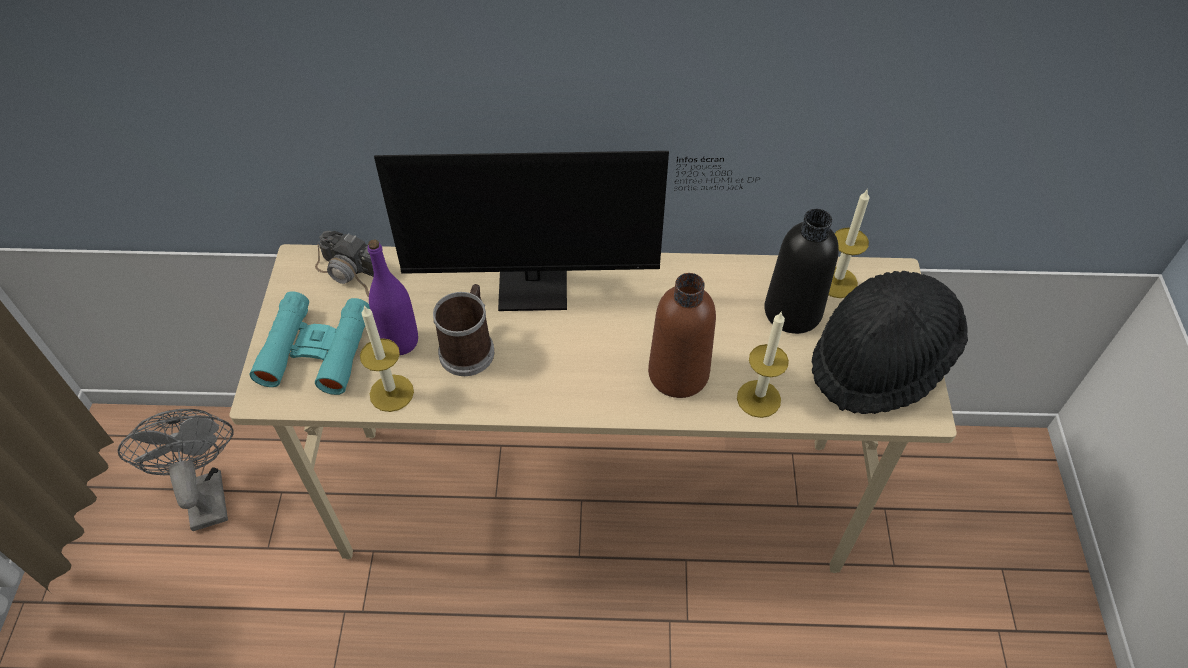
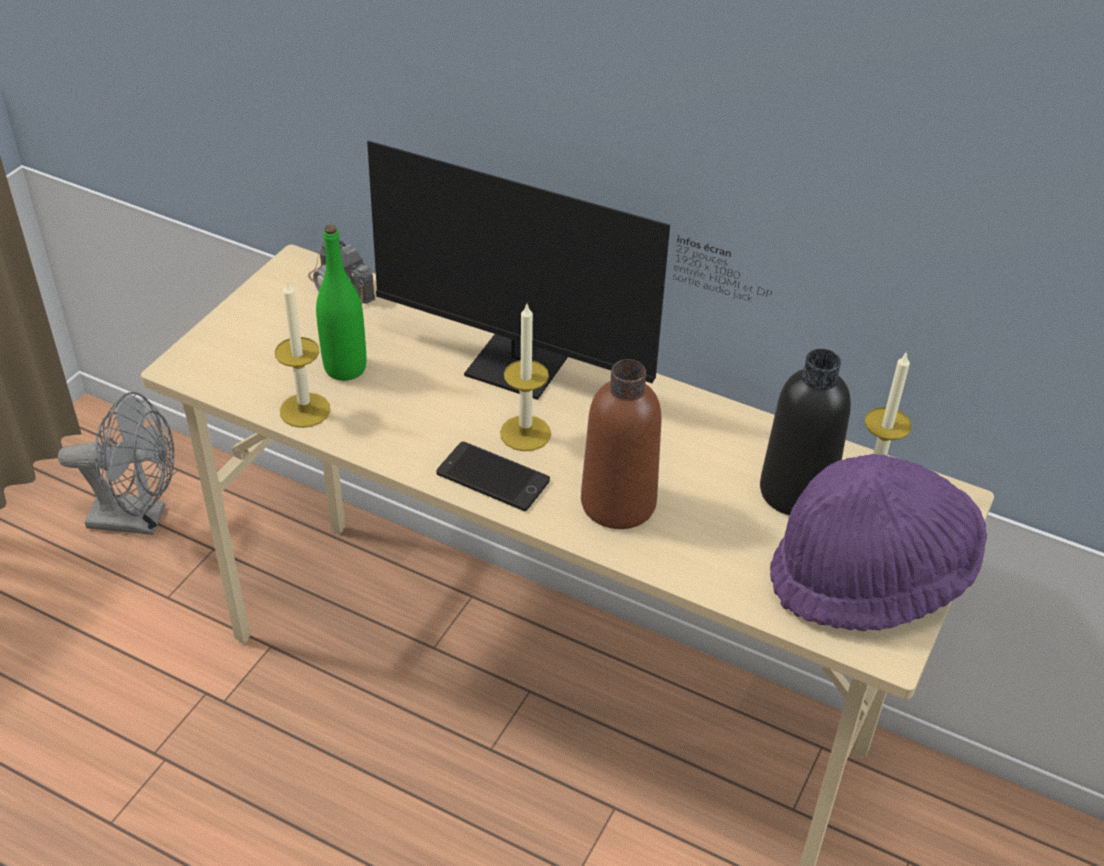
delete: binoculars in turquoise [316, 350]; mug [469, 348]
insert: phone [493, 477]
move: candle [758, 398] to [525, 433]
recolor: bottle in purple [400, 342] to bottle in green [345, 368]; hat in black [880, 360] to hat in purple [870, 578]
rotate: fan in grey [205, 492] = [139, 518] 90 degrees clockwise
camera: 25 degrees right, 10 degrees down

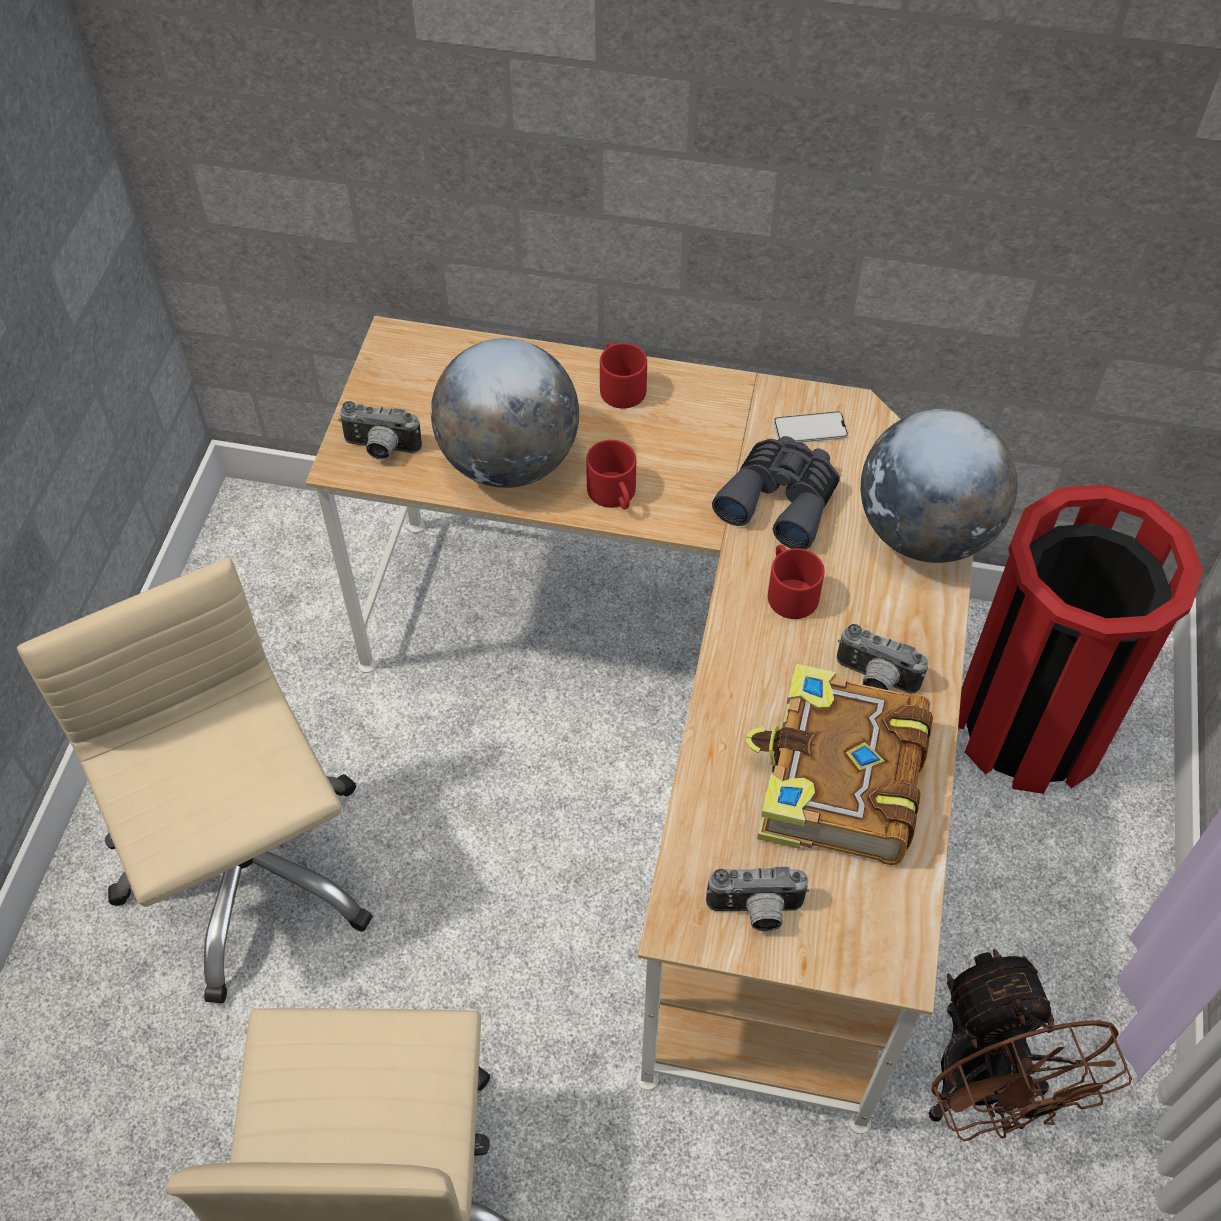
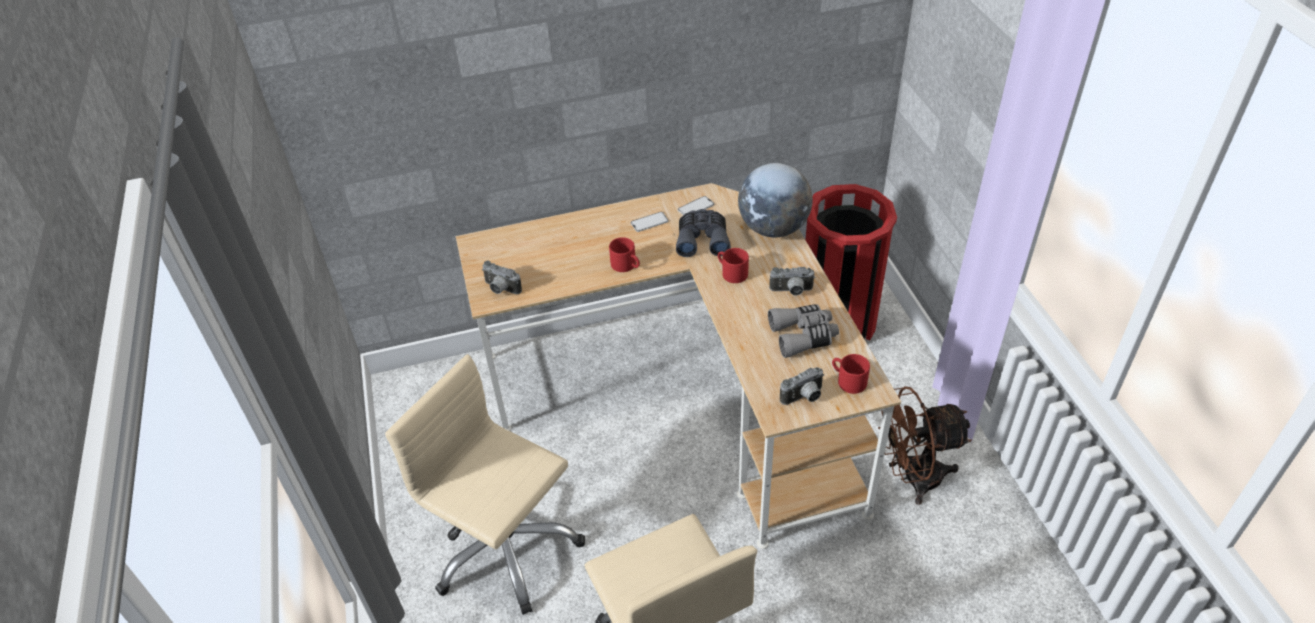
delete: globe [508, 461]
insert: phone [649, 222]
move: mug in red [619, 386] to [847, 380]
replace: book [837, 783] to binoculars in grey [803, 335]
rotate: photo camera [380, 449] = [500, 289] 45 degrees clockwise; fan in brown [984, 1094] = [912, 478] 120 degrees clockwise
camera: 25 degrees left, 10 degrees down

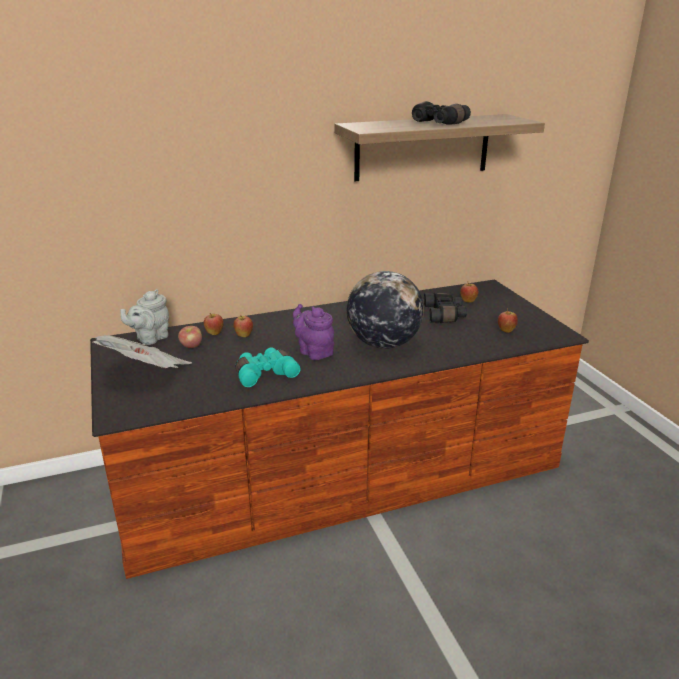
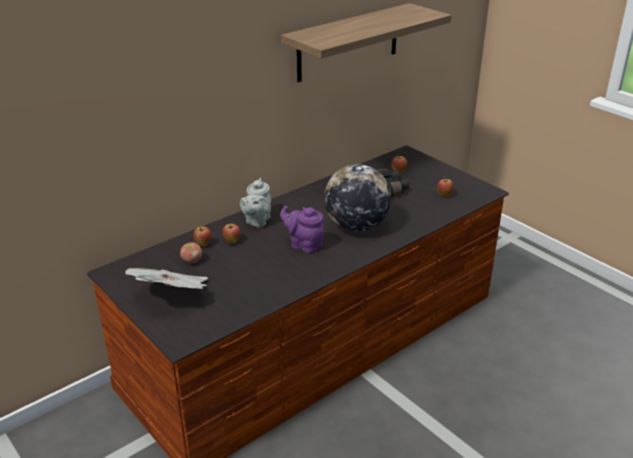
delete: binoculars in turquoise [265, 373]; binoculars in black [436, 123]
move: teapot in grey [150, 338] to [257, 221]
camera: 20 degrees left, 5 degrees up

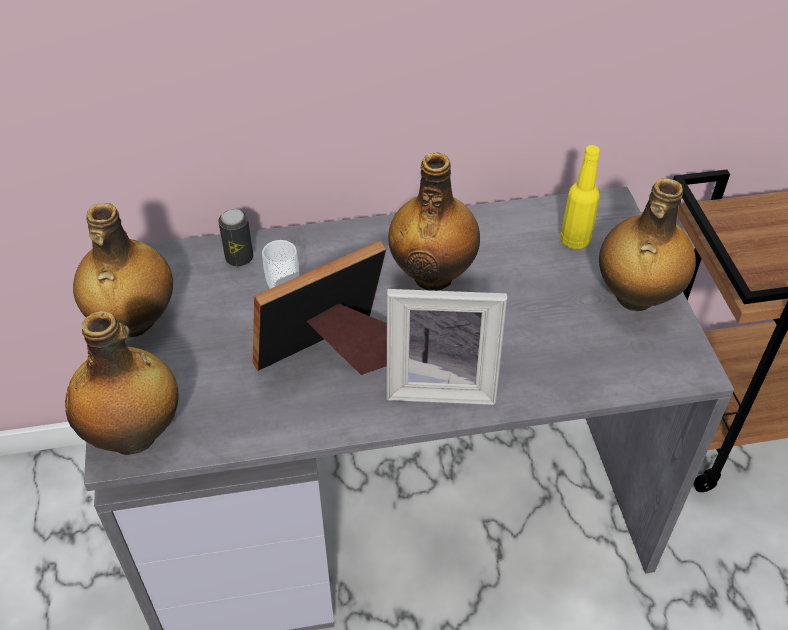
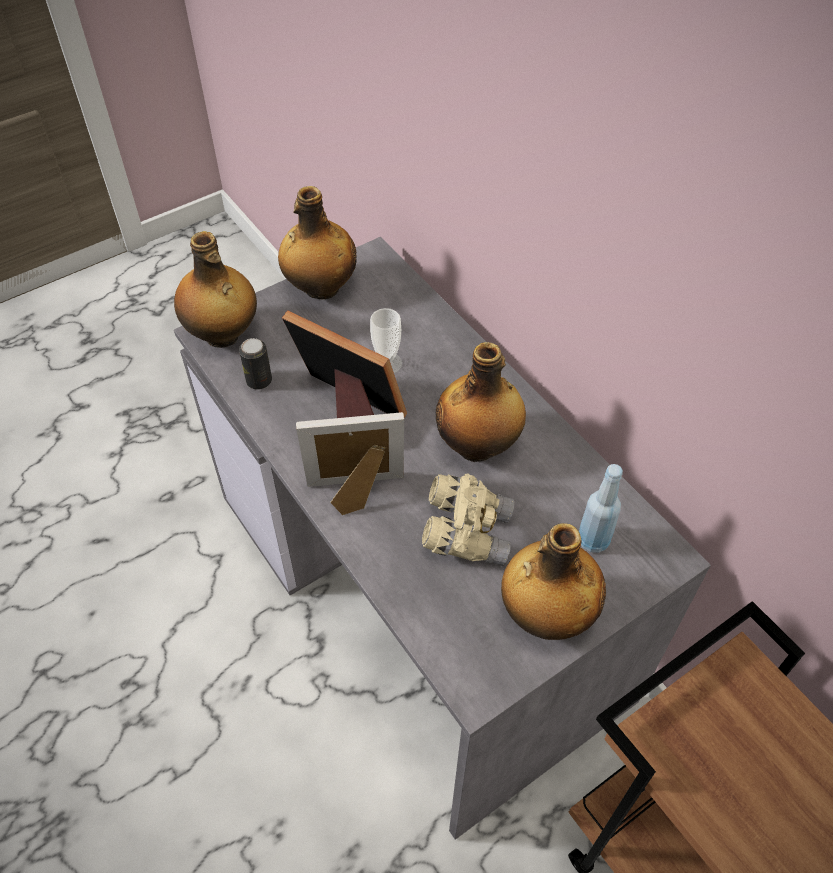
insert: binoculars in beige [467, 532]
move: can [239, 258] to [259, 381]
recolor: bottle in yellow [574, 241] to bottle in blue [593, 540]
rotate: picture frame [441, 383] = [356, 494] 105 degrees clockwise
camera: 65 degrees right, 5 degrees up

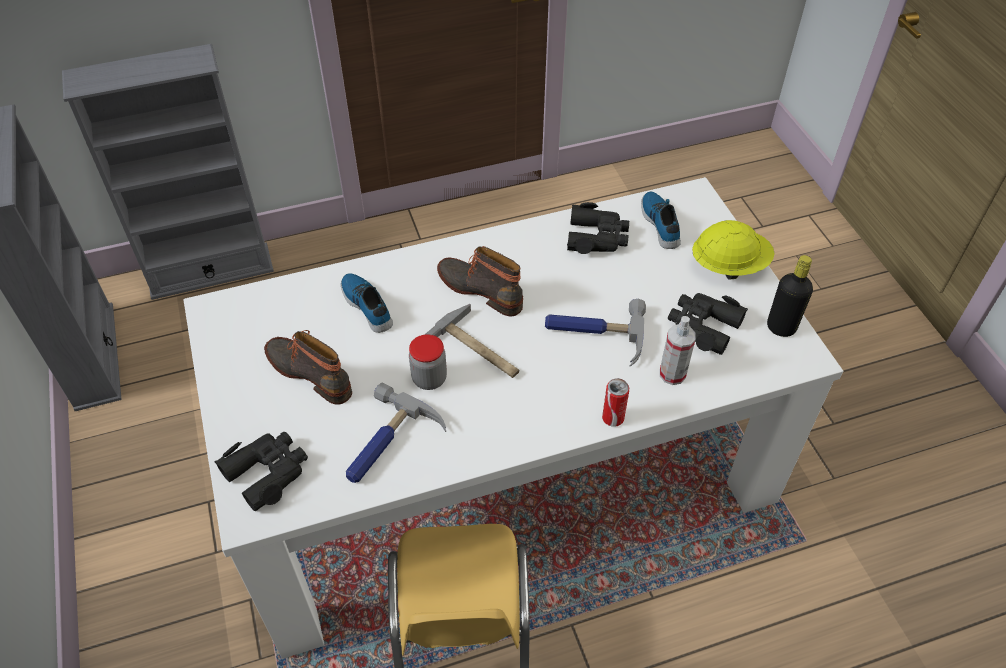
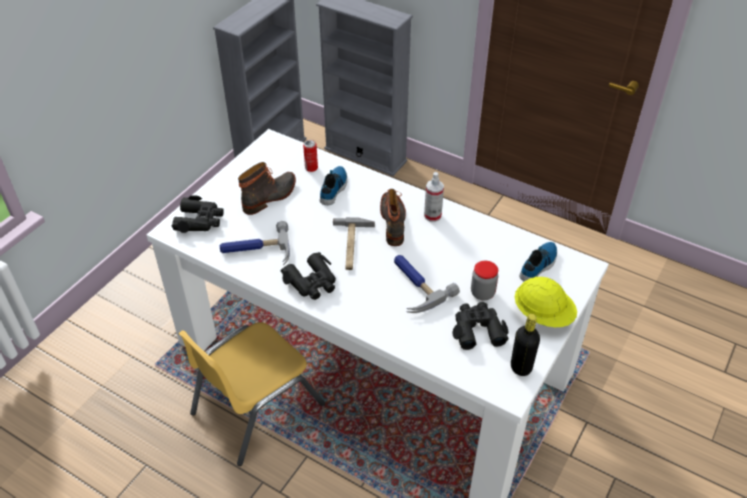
move: binoculars in black [597, 237] to [312, 282]; can [613, 418] to [311, 168]; spray bottle [672, 374] to [432, 216]; jar [429, 379] to [482, 293]
rotate: boot [311, 372] = [270, 197] 45 degrees clockwise
camera: 50 degrees right, 5 degrees down

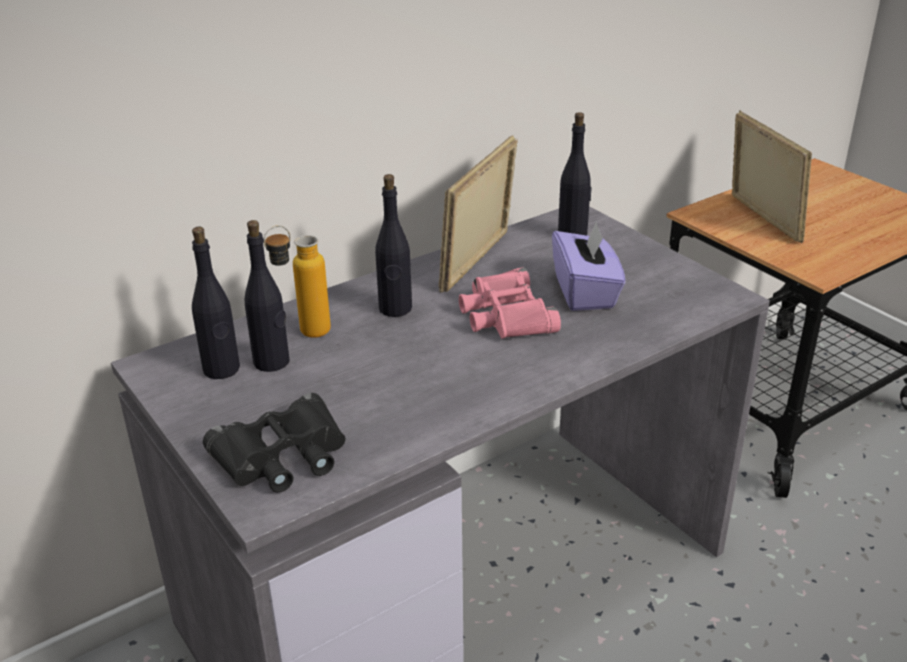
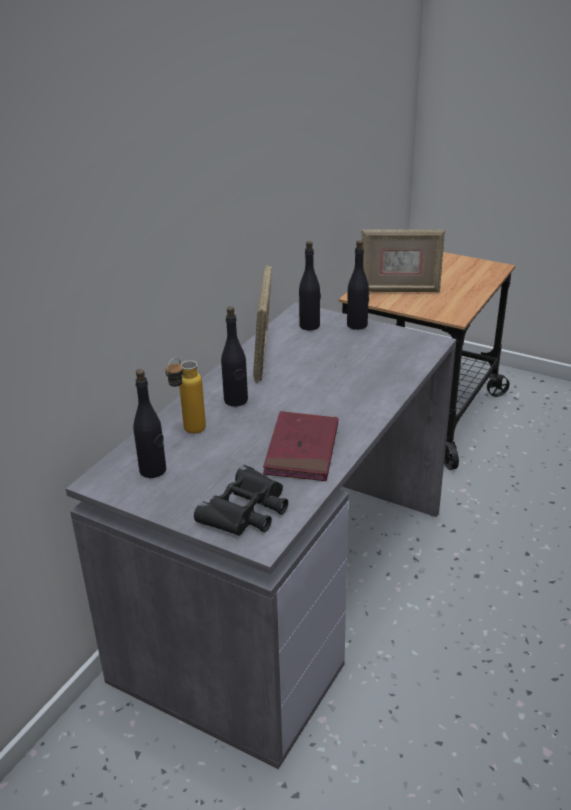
delete: binoculars in pink [505, 315]; tissue box in purple [585, 292]
insert: book in red [302, 450]
move: bottle in black [272, 362] to [357, 325]
rotate: picture frame [762, 219] = [399, 290] 135 degrees clockwise
camera: 25 degrees left, 0 degrees up

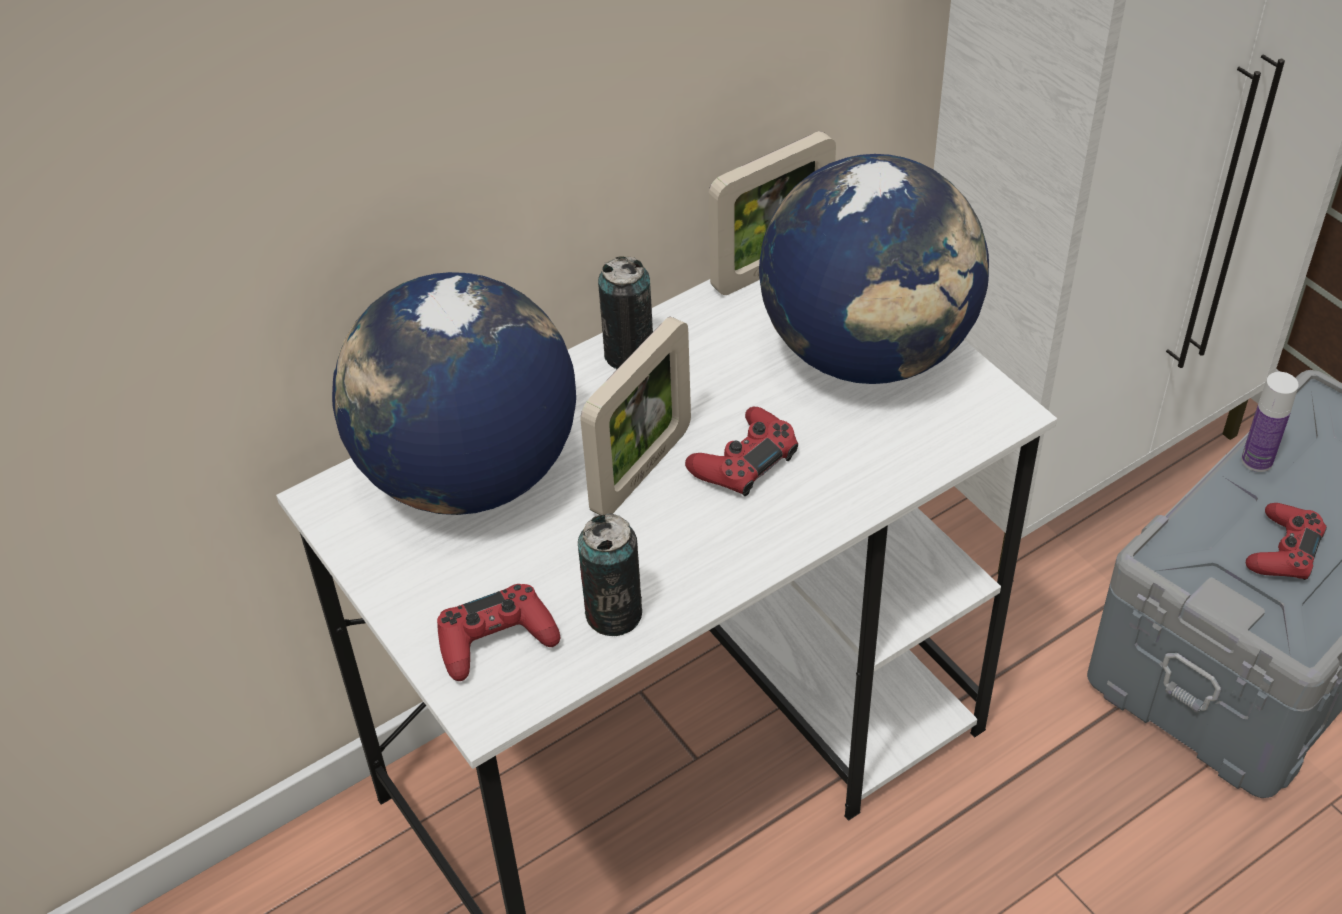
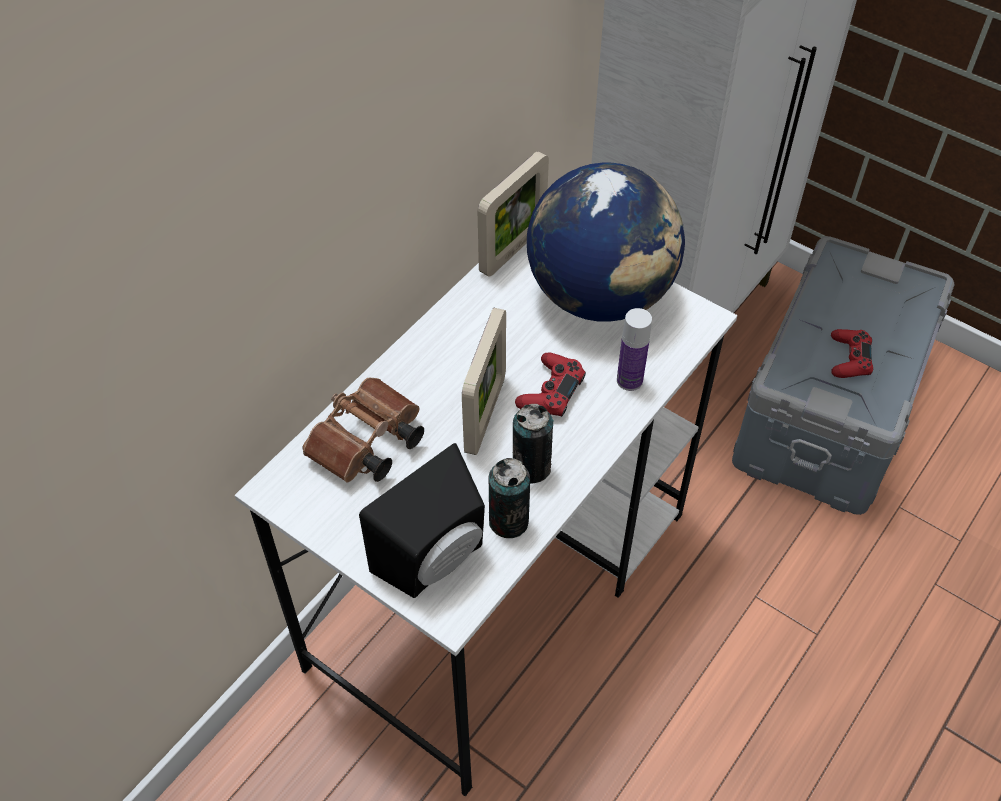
move: can [629, 354] to [531, 467]; bottle [1257, 460] to [629, 380]
replace: globe [467, 474] to binoculars in brown [366, 446]; game controller in red [496, 640] to speaker in black [436, 561]
camera: 20 degrees left, 5 degrees up

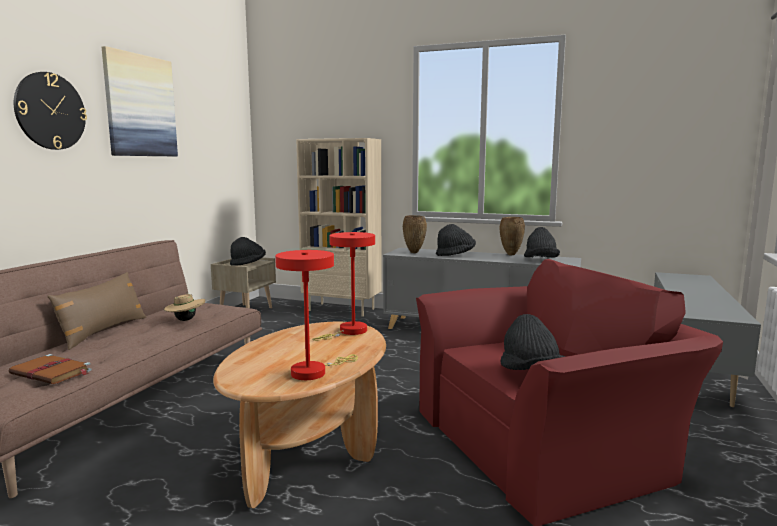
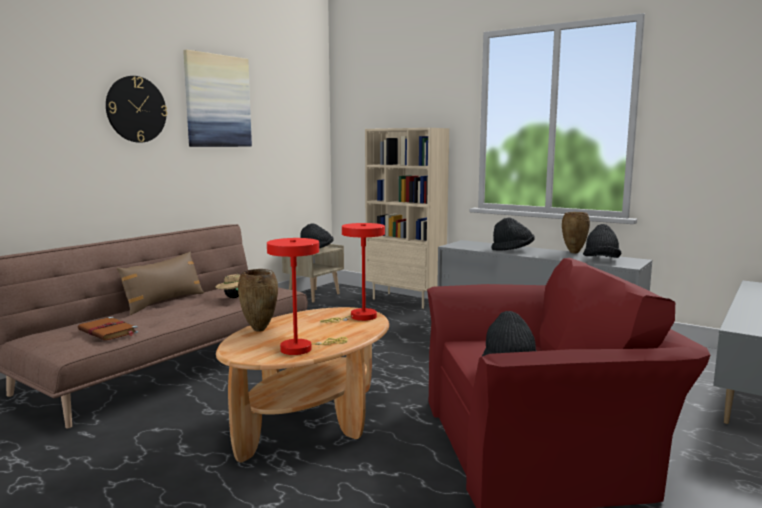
move: vase in brown [414, 252] to [260, 330]
camera: 15 degrees right, 0 degrees up

